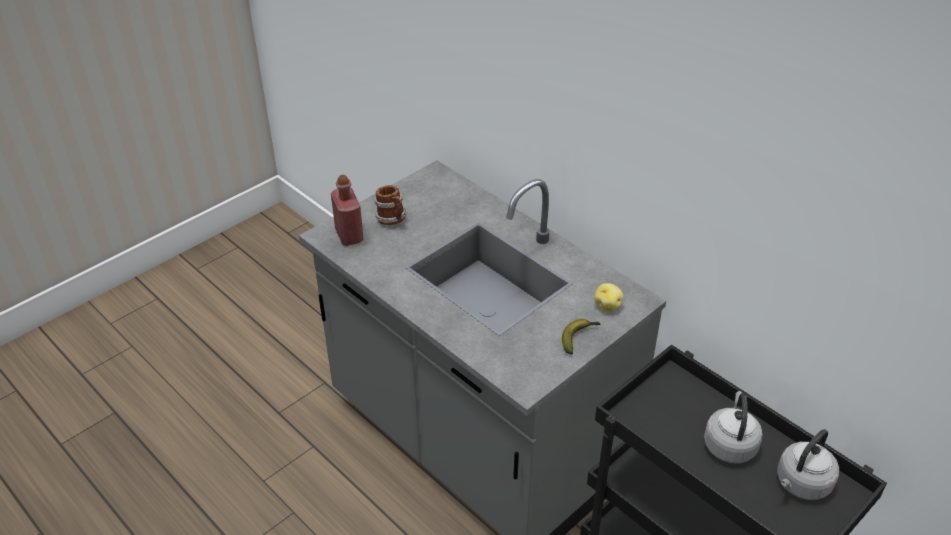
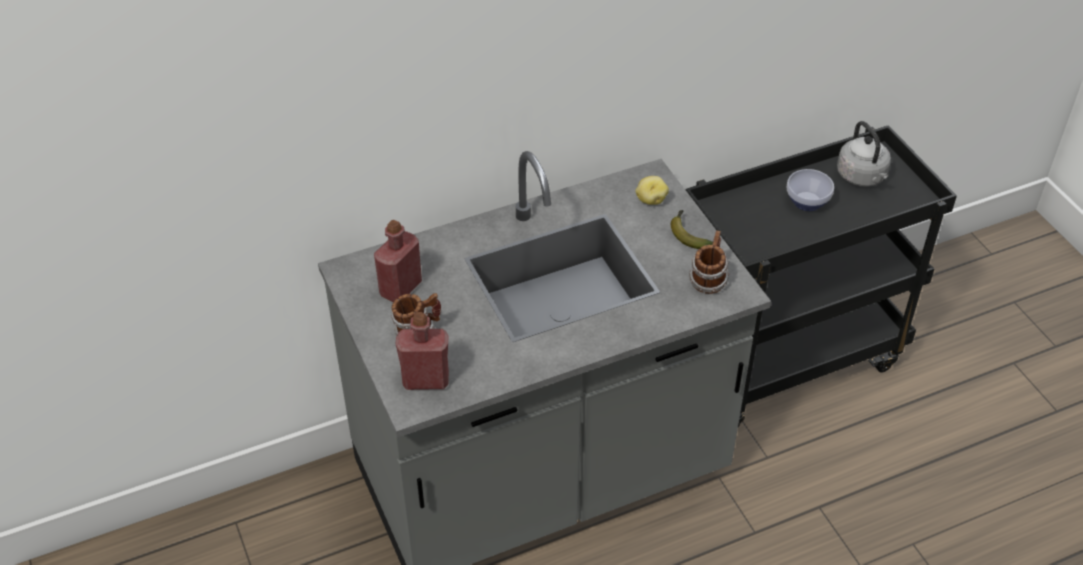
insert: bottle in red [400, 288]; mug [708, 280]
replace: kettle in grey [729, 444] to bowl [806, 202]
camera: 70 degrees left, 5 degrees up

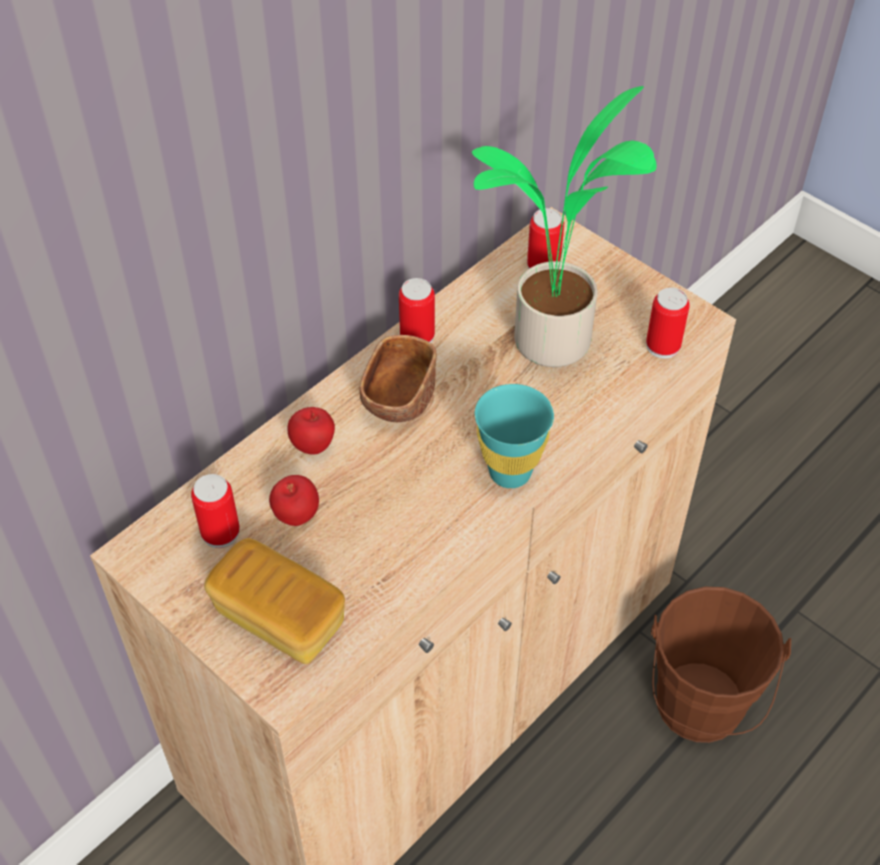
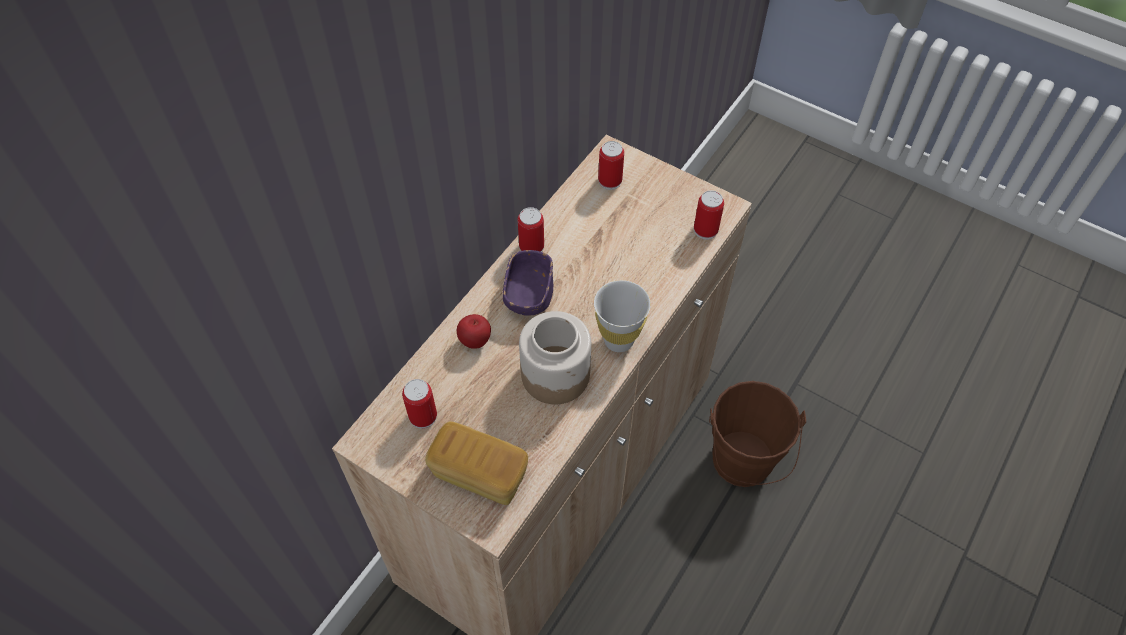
delete: apple [296, 516]; potted plant [551, 346]
insert: jar [556, 374]
recolor: bowl in brown [399, 398] to bowl in purple [528, 296]; cup in turquoise [510, 472] to cup in white [618, 340]
camera: 10 degrees left, 5 degrees up

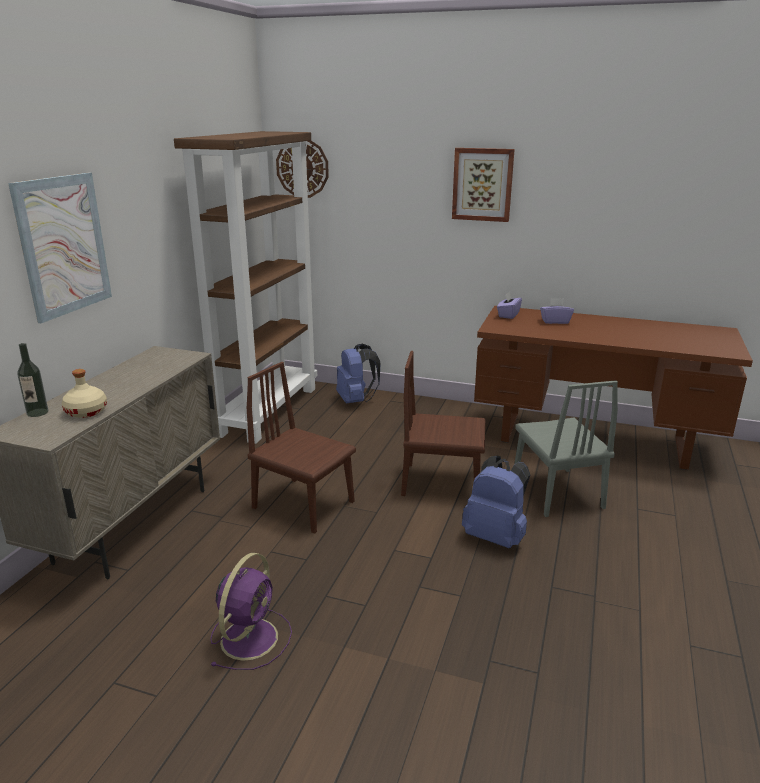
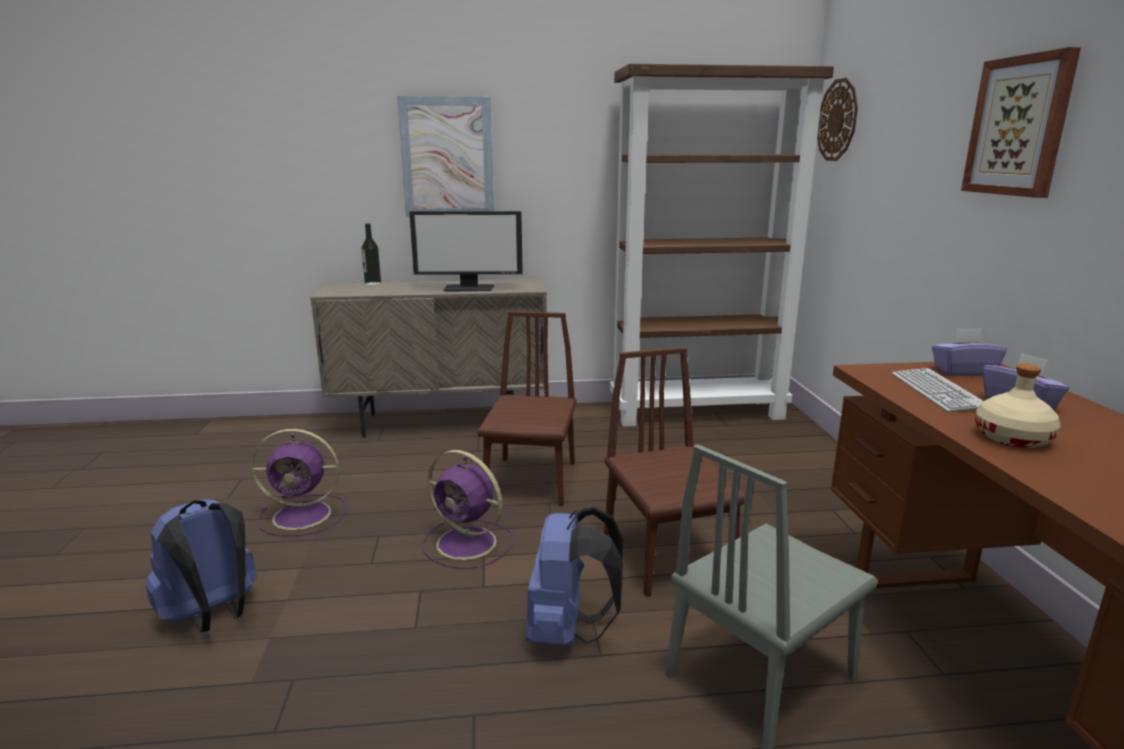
insert: monitor [469, 288]; fan in purple [469, 544]; keyboard [937, 391]
move: backpack in blue [356, 400] to [213, 616]; bottle in beige [86, 411] to [1013, 438]
camera: 65 degrees right, 5 degrees down

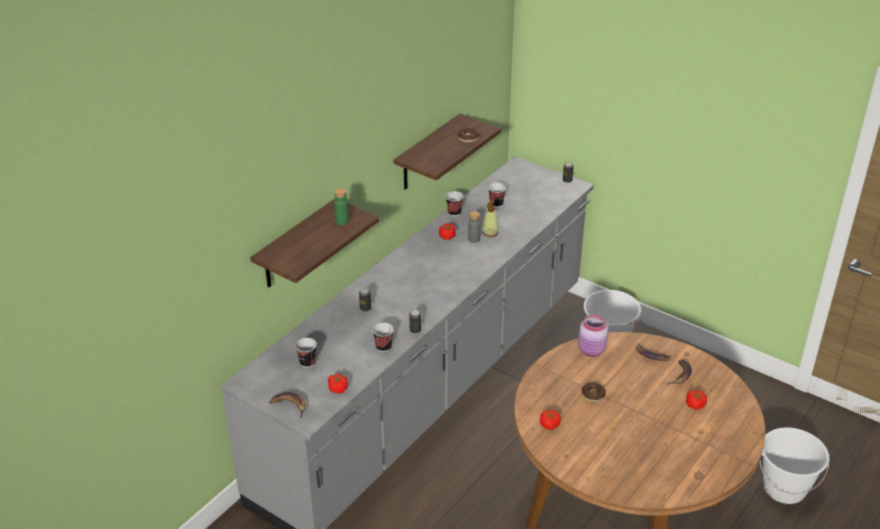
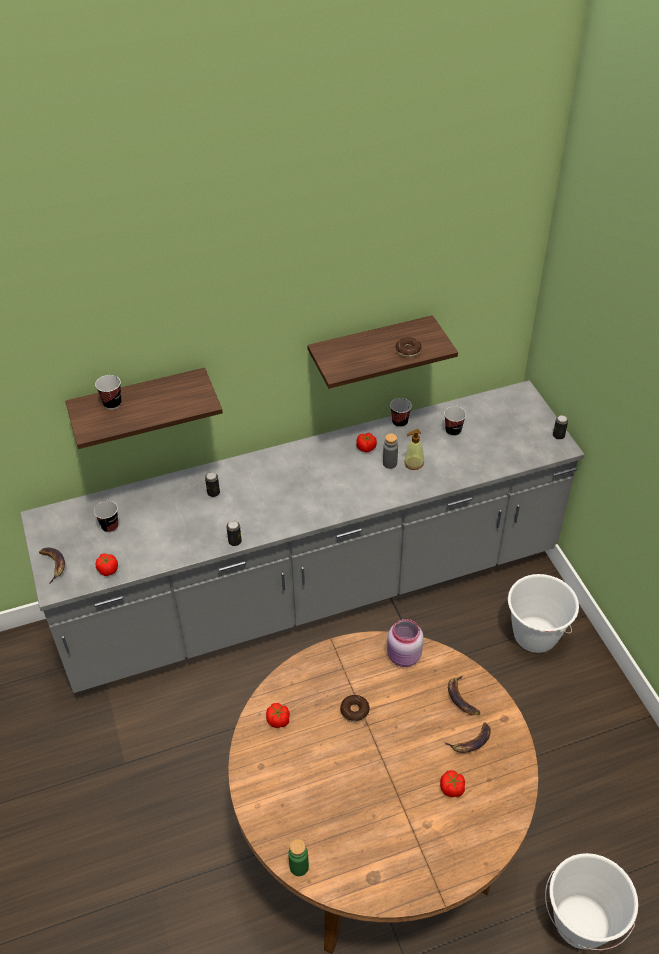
move: cup [383, 347] to [112, 403]; bottle in green [342, 221] to [299, 867]
camera: 35 degrees right, 10 degrees up

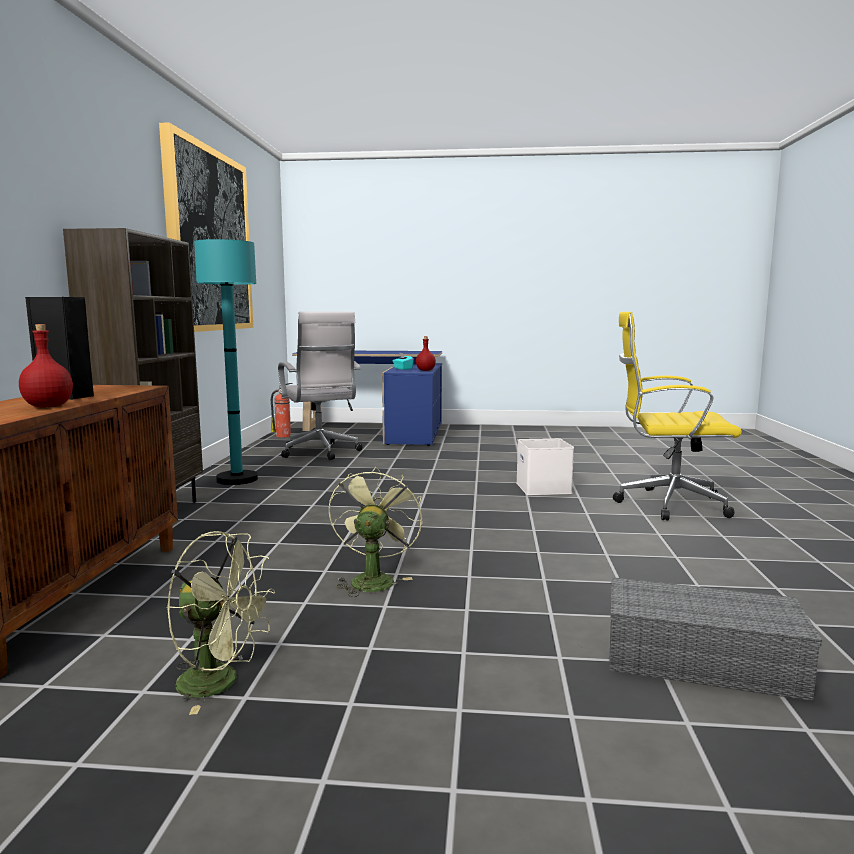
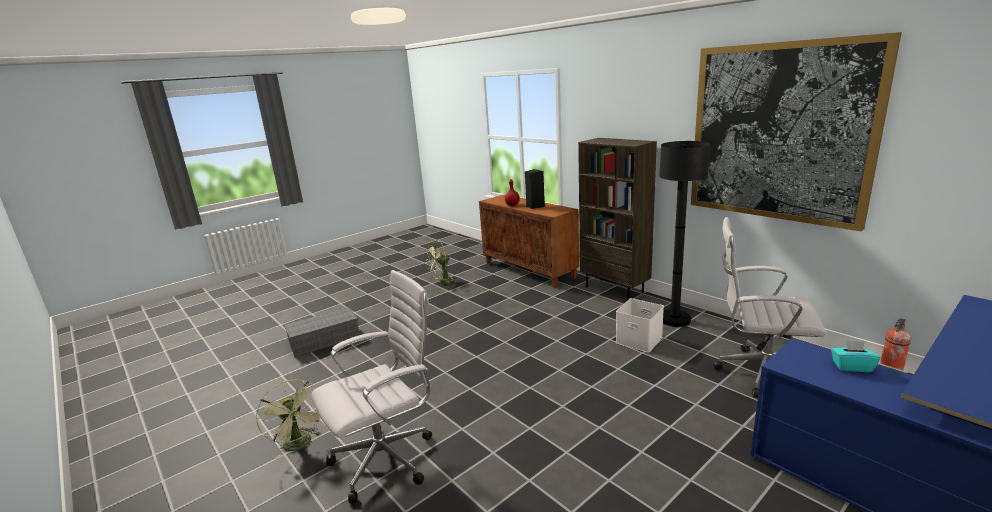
delete: bottle in red [425, 370]
move: fan in green [373, 579] to [300, 445]; storage box in white [544, 488] to [637, 340]
recolor: office chair in yellow [666, 504] to office chair in white [388, 458]; floor lamp in turquoise [237, 479] to floor lamp in black [674, 319]
camera: 135 degrees right, 10 degrees up

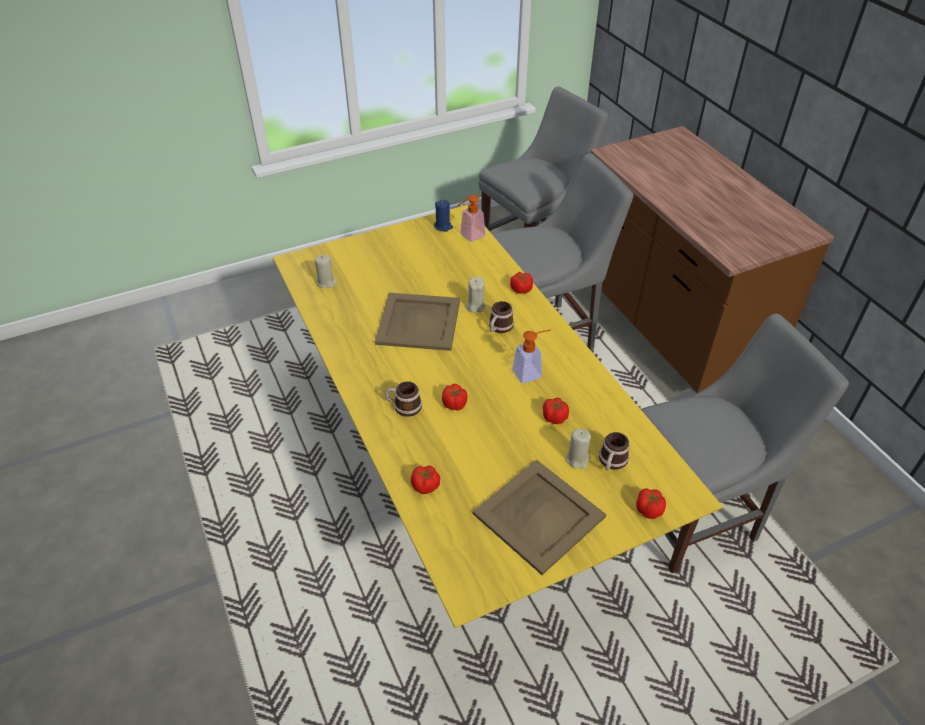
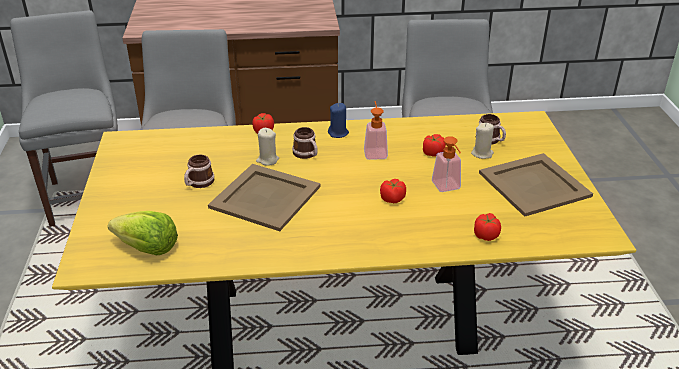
delete: tomato [648, 509]
move: mug [404, 406] to [198, 183]; candle in blue [443, 226] to [338, 133]; soap dispenser [469, 237] to [448, 188]
replace: candle in beige [326, 282] to lettuce [147, 248]
camera: 70 degrees left, 10 degrees down

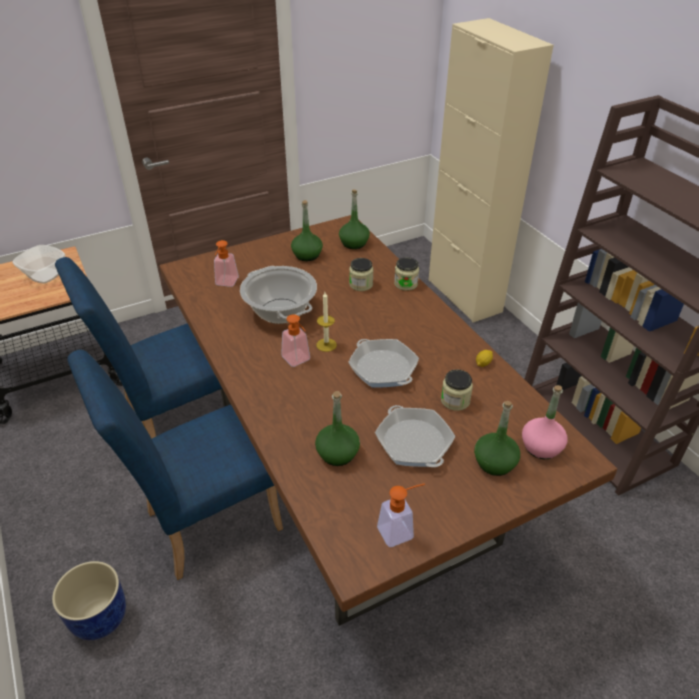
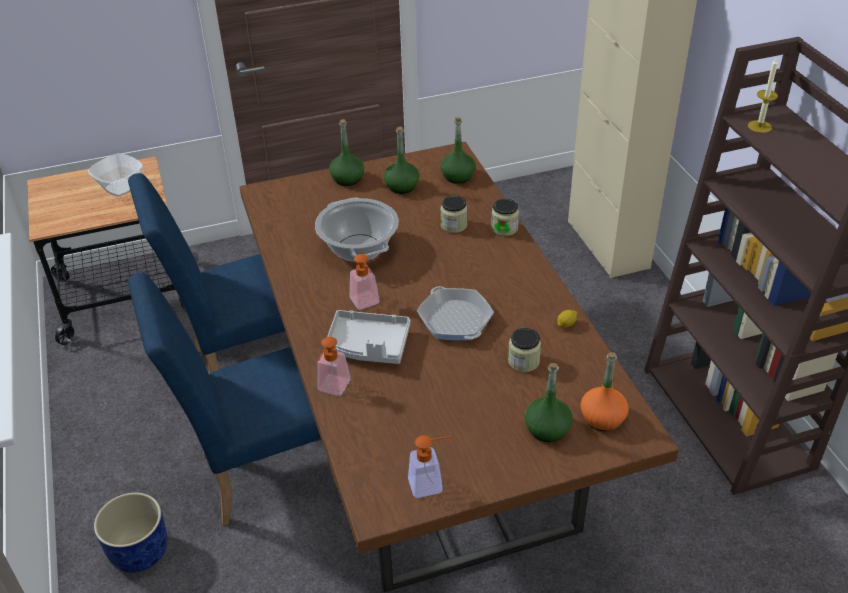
delete: frying pan [414, 442]
insert: tray in grey [368, 345]
move: soap dispenser [225, 283] to [331, 389]; bottle in green [337, 453] to [347, 179]; candle [326, 345] to [759, 126]
recolor: bottle in pink [541, 447] to bottle in orange [602, 418]
camera: 10 degrees right, 0 degrees up

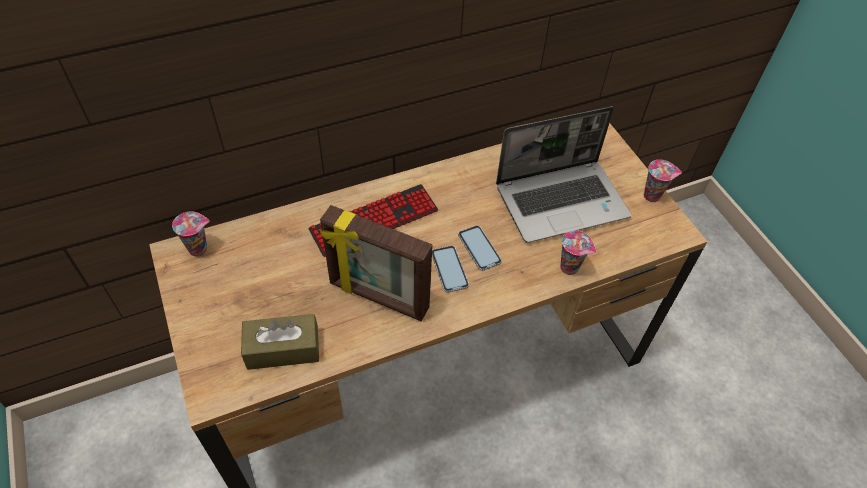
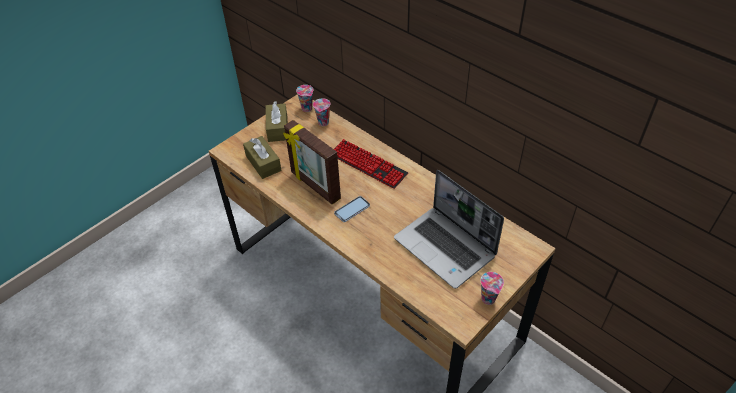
delete: phone [479, 248]
insert: tissue box in brown [277, 128]
move: cup [570, 268] to [323, 123]
rotate: picture frame [378, 297] = [314, 186] 45 degrees counterclockwise
camera: 70 degrees right, 5 degrees down

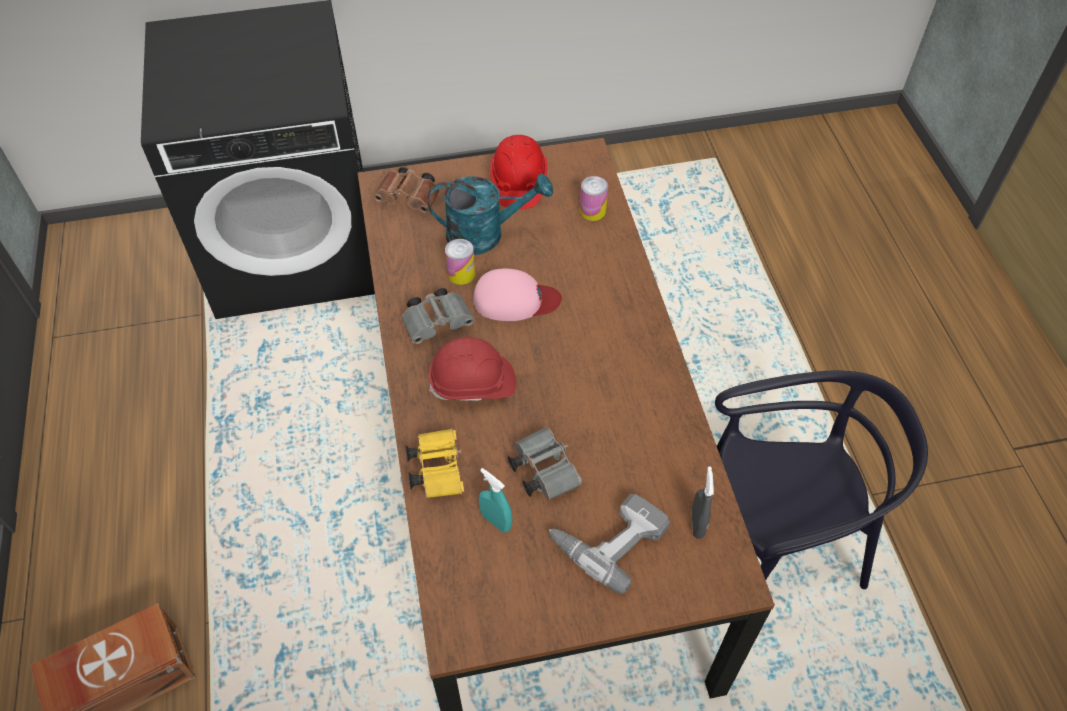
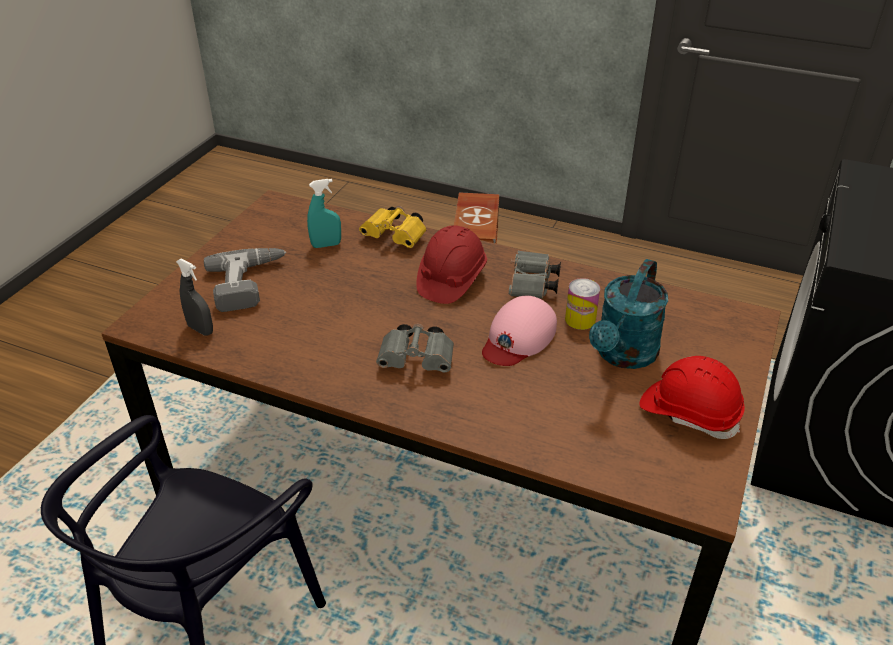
delete: binoculars in brown [410, 199]; can [592, 211]
move: binoculars in grey [542, 469] to [419, 360]
camera: 125 degrees right, 15 degrees down

